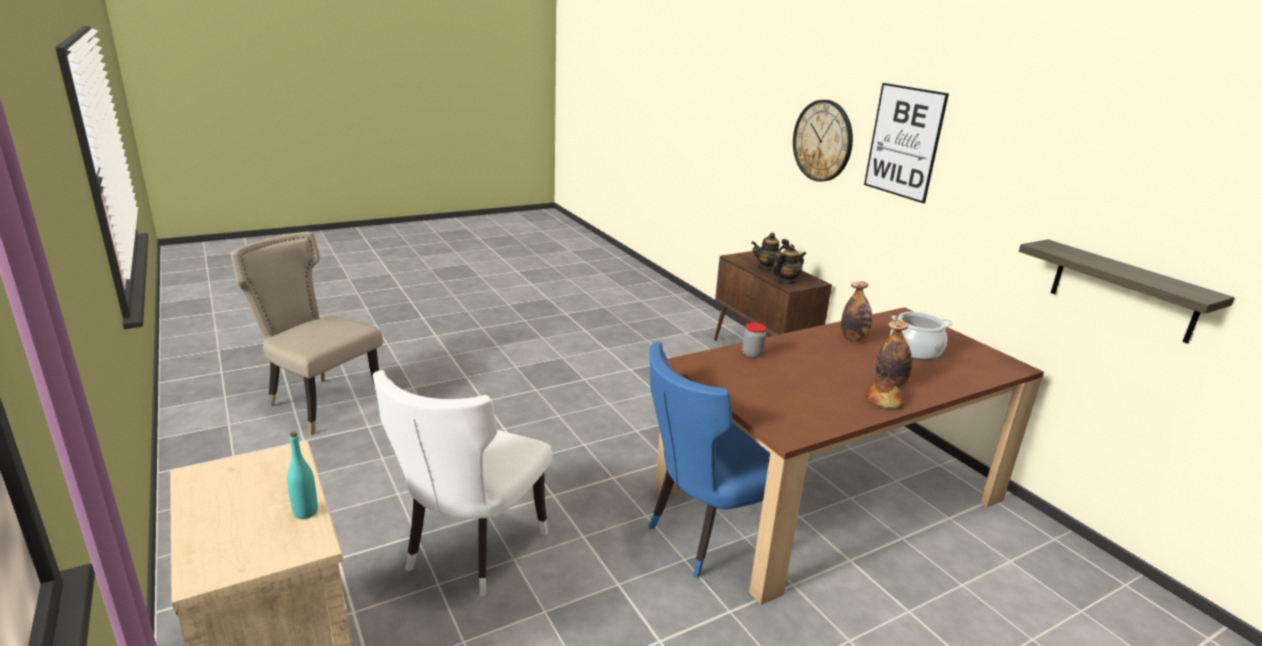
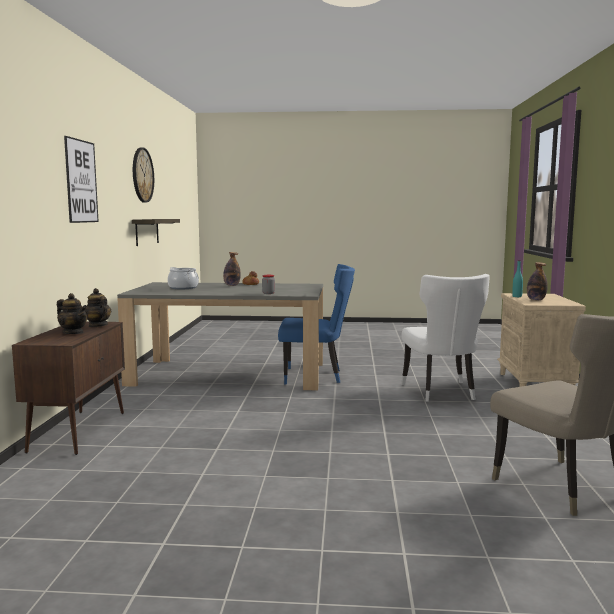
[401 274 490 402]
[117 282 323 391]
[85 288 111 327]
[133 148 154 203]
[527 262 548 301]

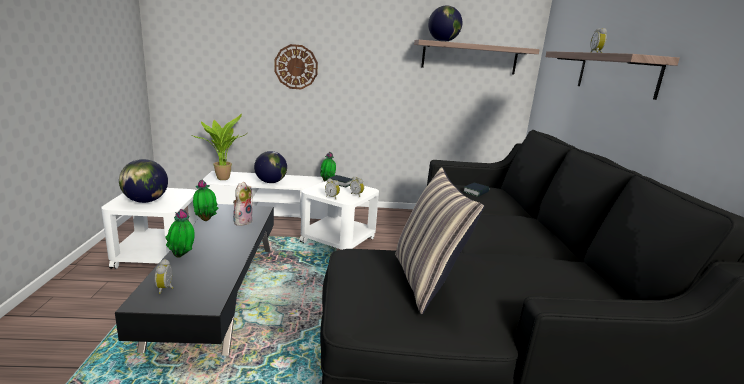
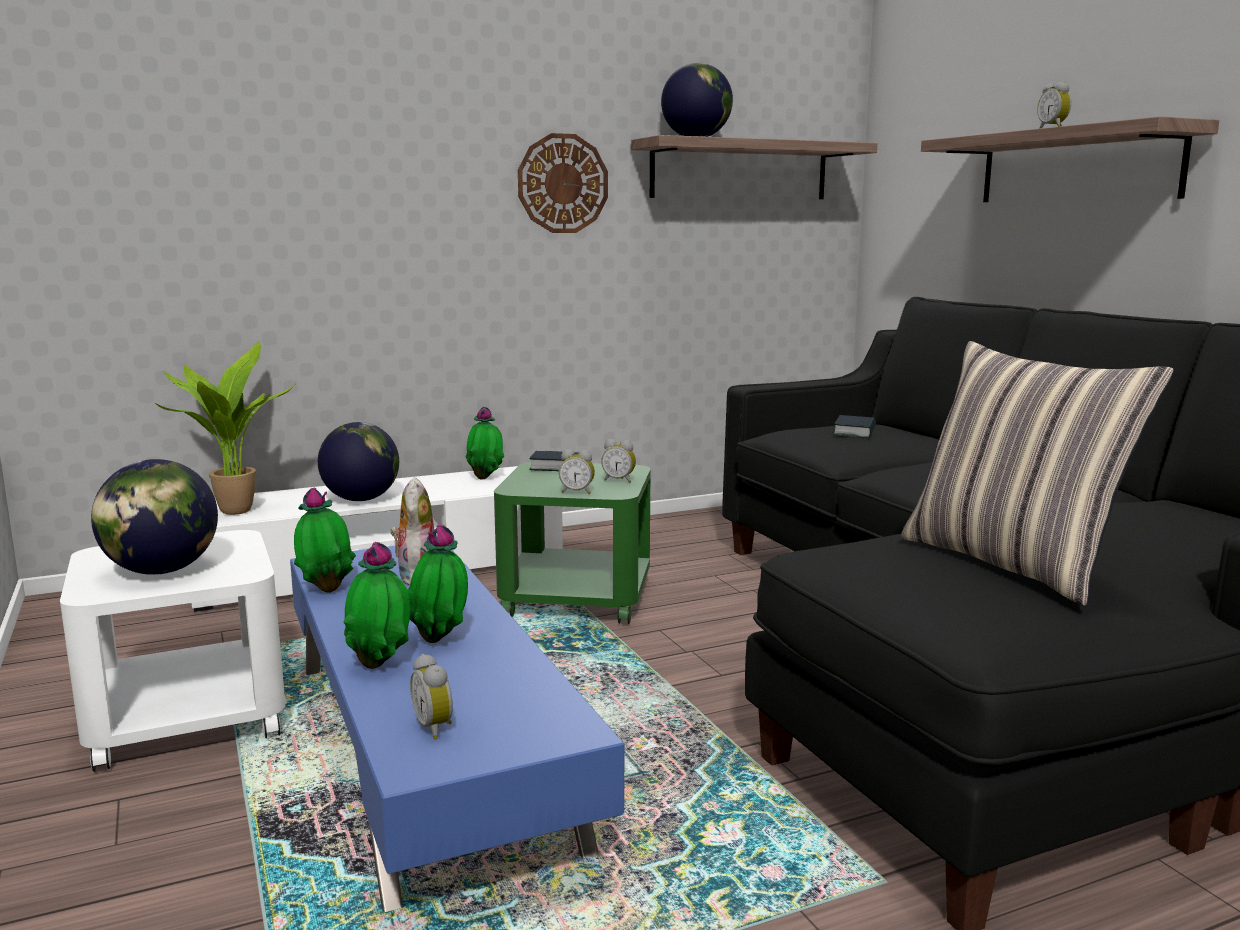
[290 546 624 912]
[518 133 608 233]
[494 462 651 624]
[407 524 468 643]

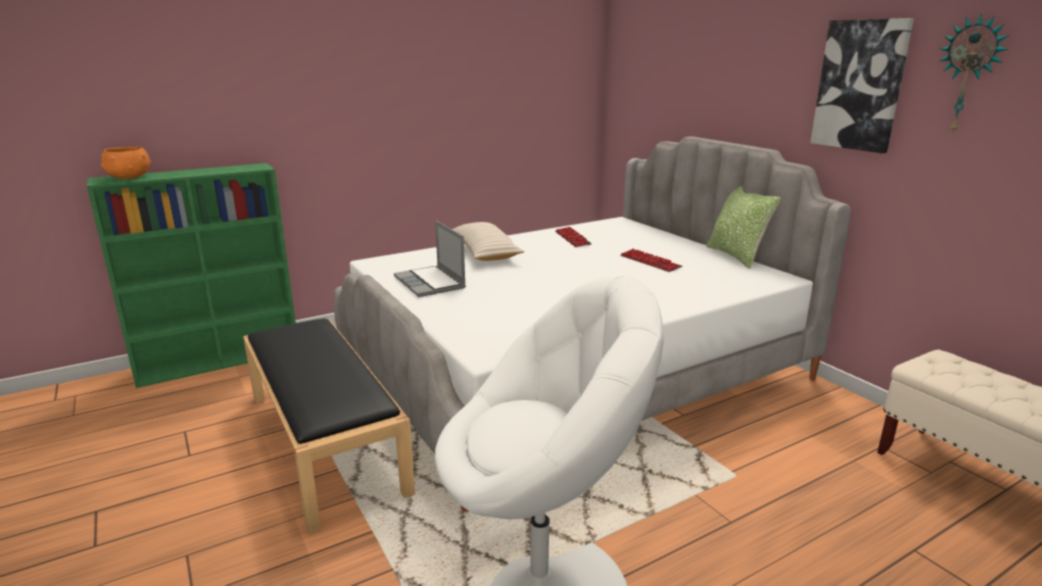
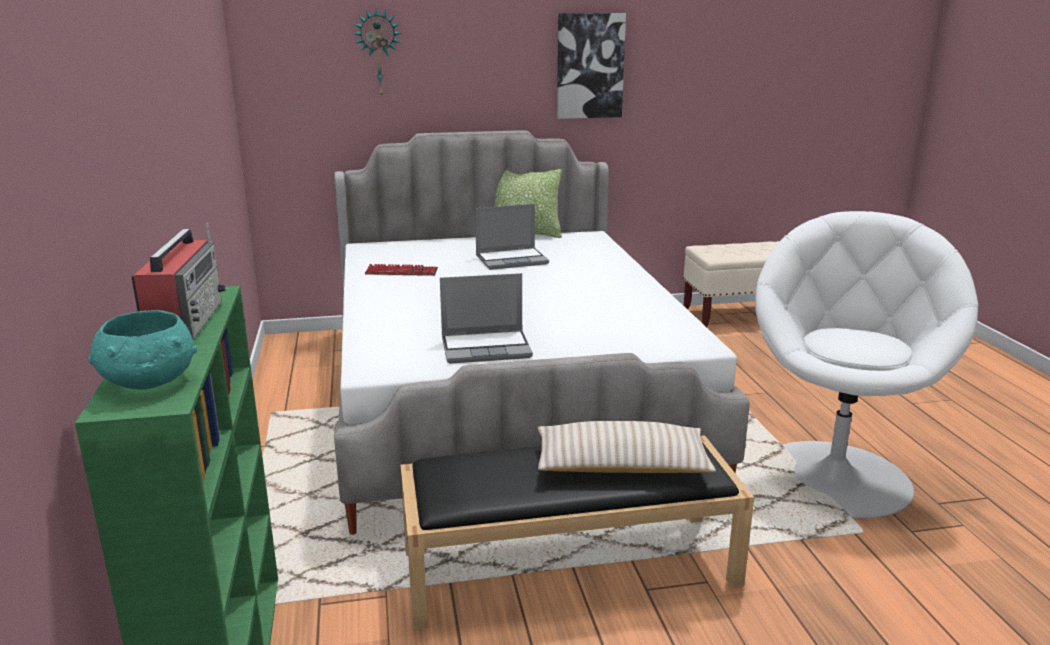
[89 310 197 389]
[538 421 716 473]
[475 204 549 270]
[354 8 402 98]
[131 222 226 340]

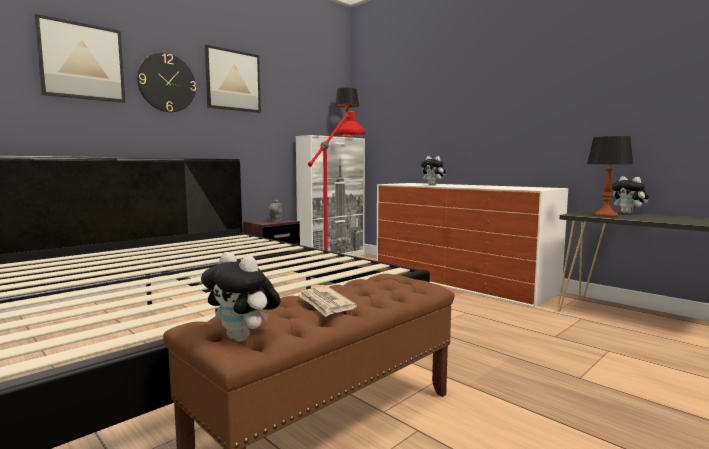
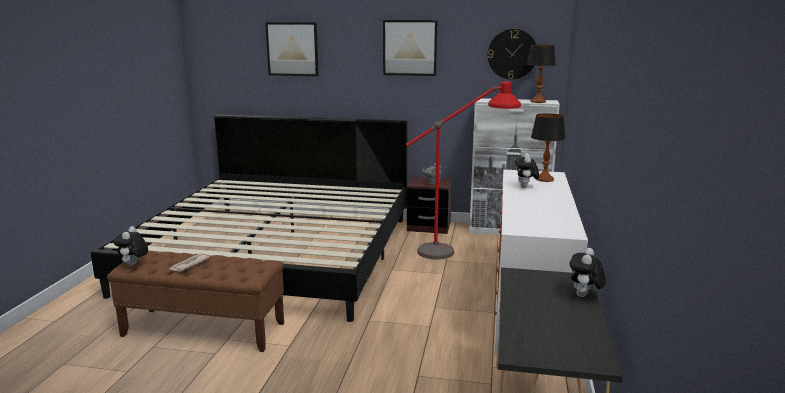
[488 29 536 79]
[531 113 566 182]

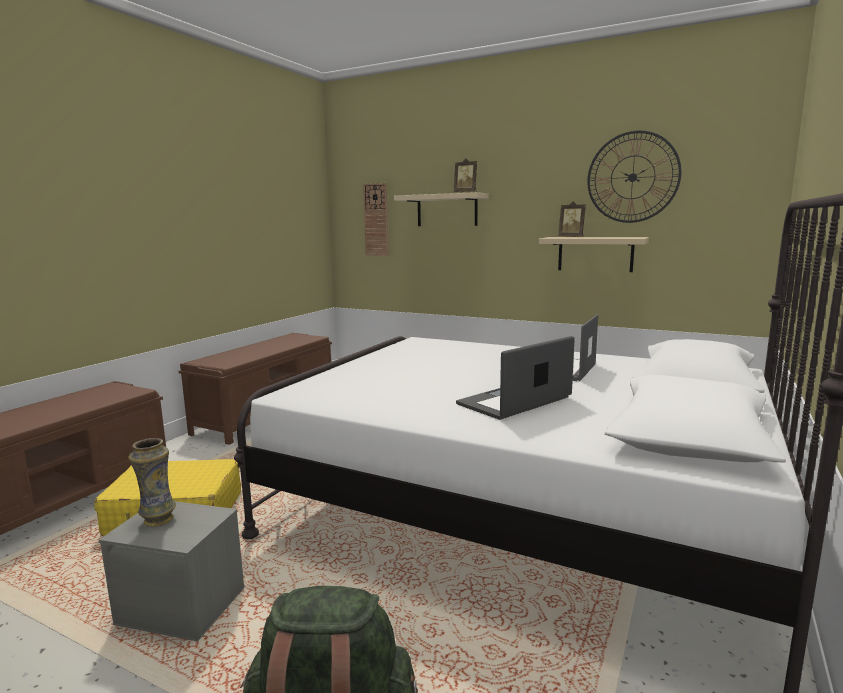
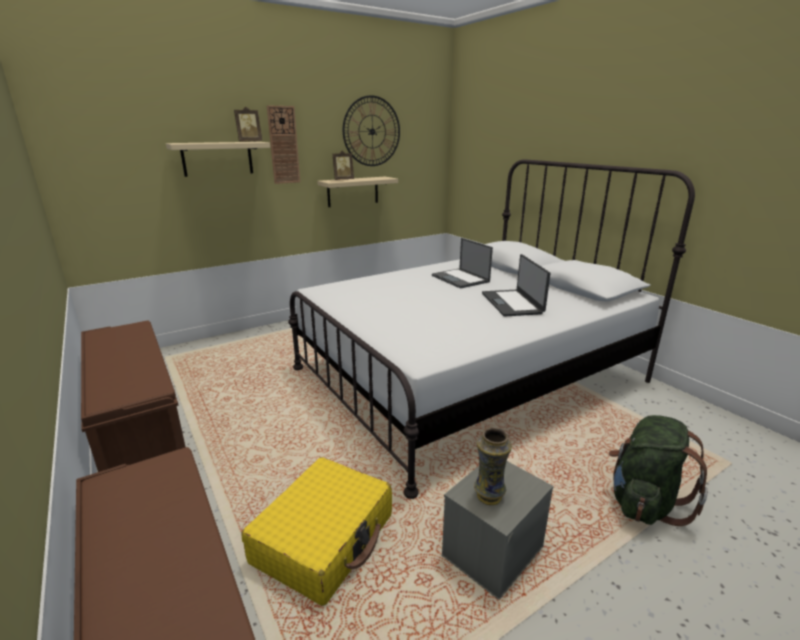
[267 105 300 184]

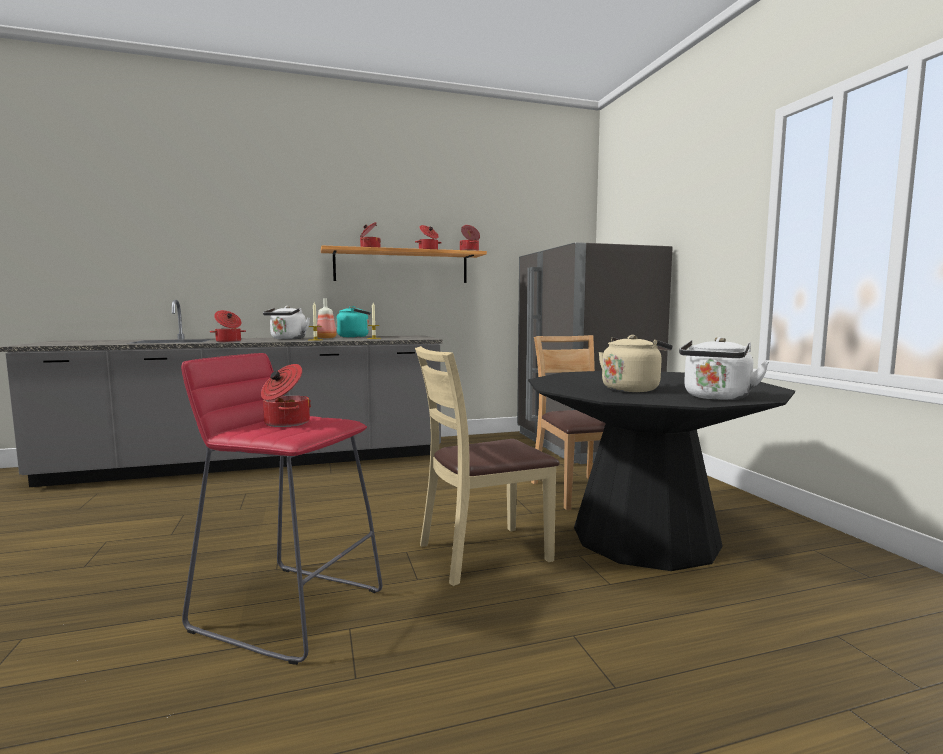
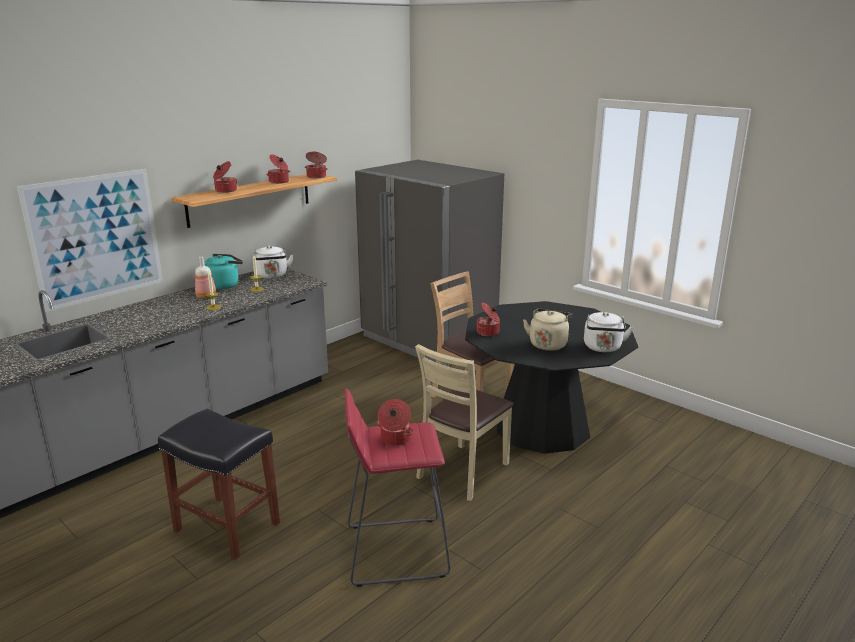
[476 303 500 336]
[255 246 293 279]
[17 169 163 312]
[158 409 280 560]

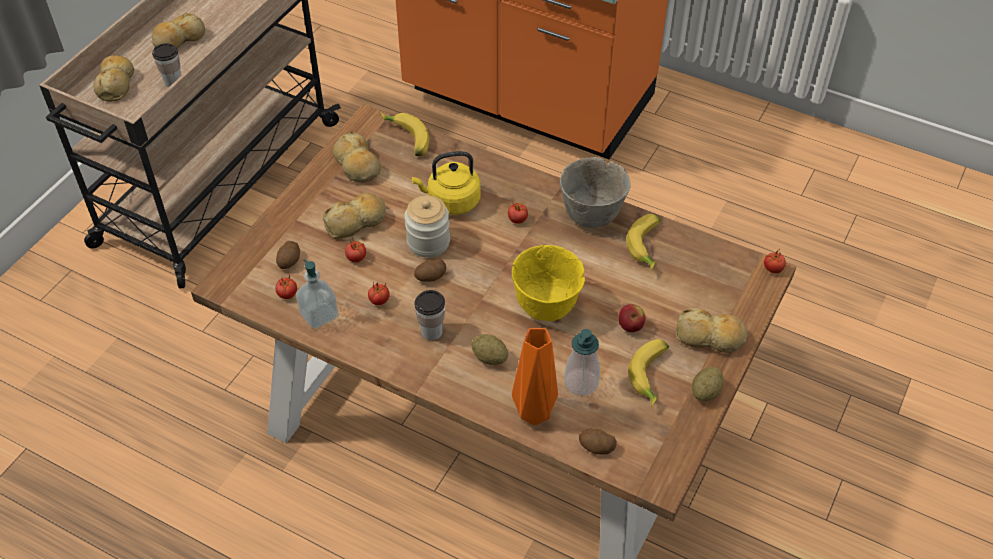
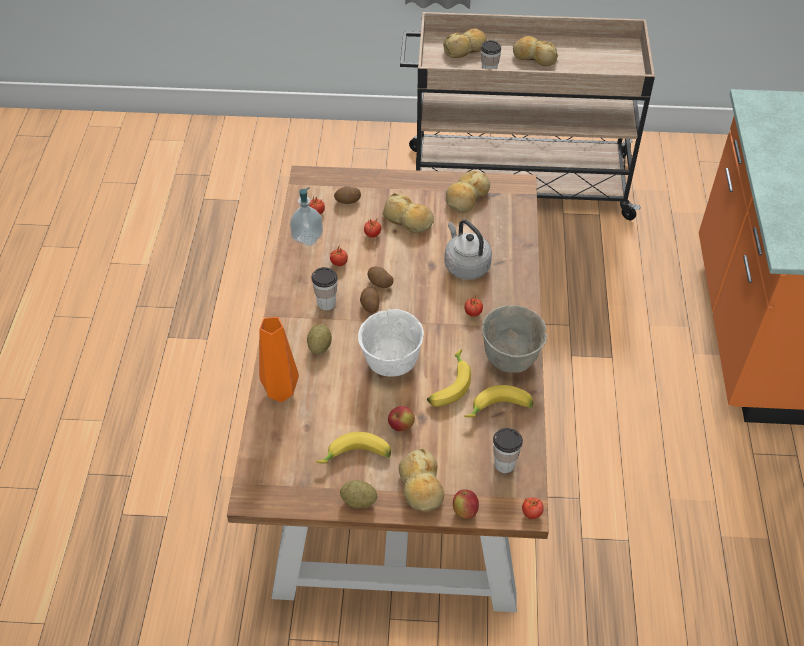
[427 349 471 407]
[405 196 450 257] (first image)
[445 220 492 280]
[358 309 424 377]
[564 329 600 396] (first image)
[360 287 380 313]
[453 489 479 519]
[493 428 523 473]

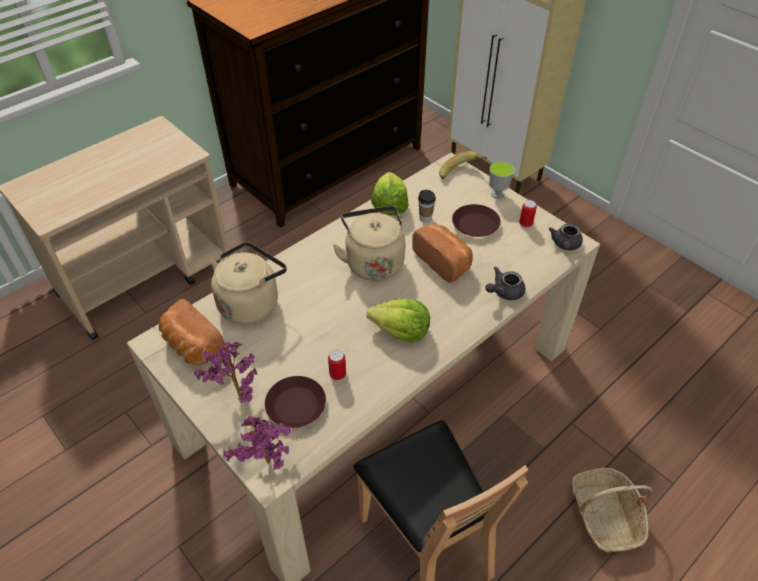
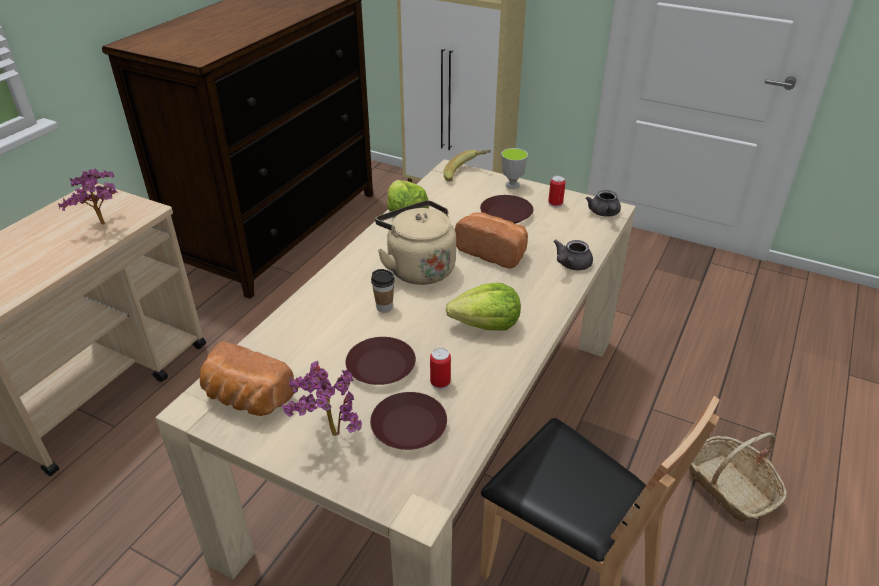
[210 242 287 325] (first image)
[58 169 118 225]
[371 269 395 313]
[346 337 416 385]

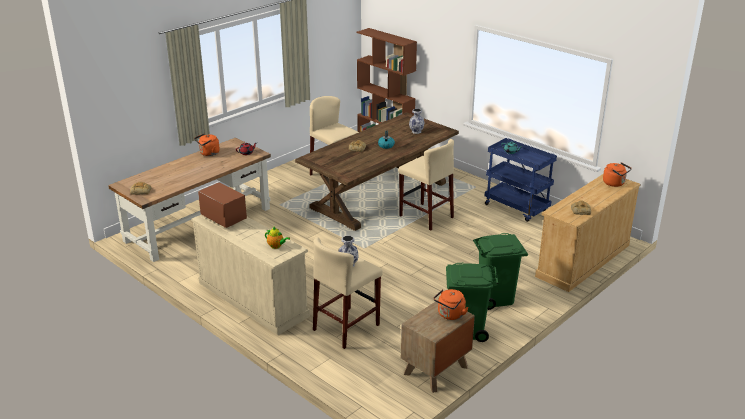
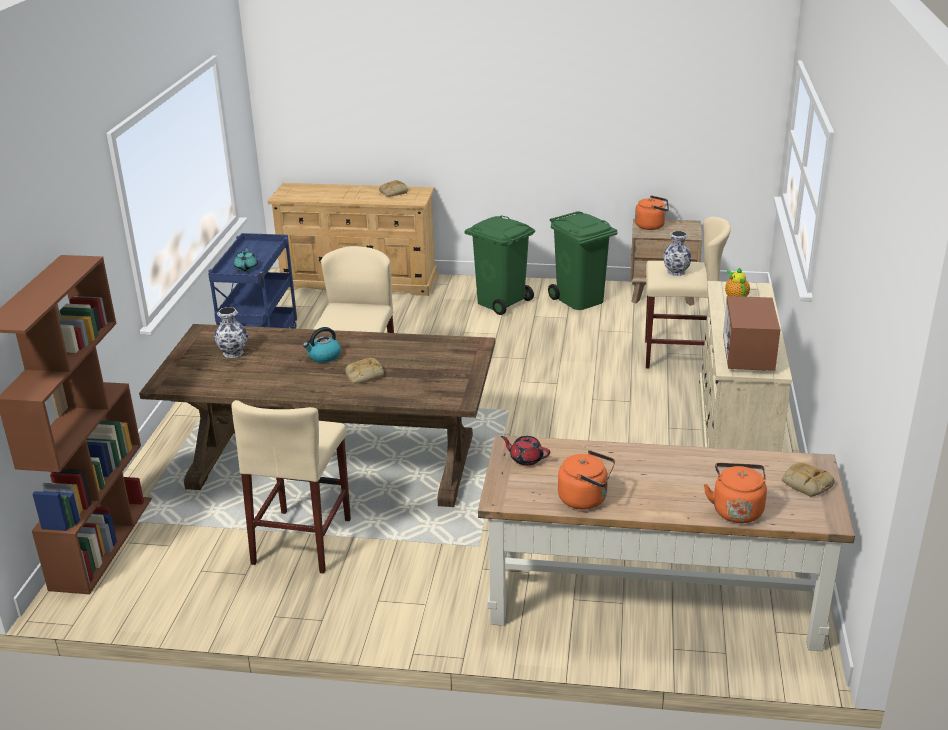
[704 463 767 523]

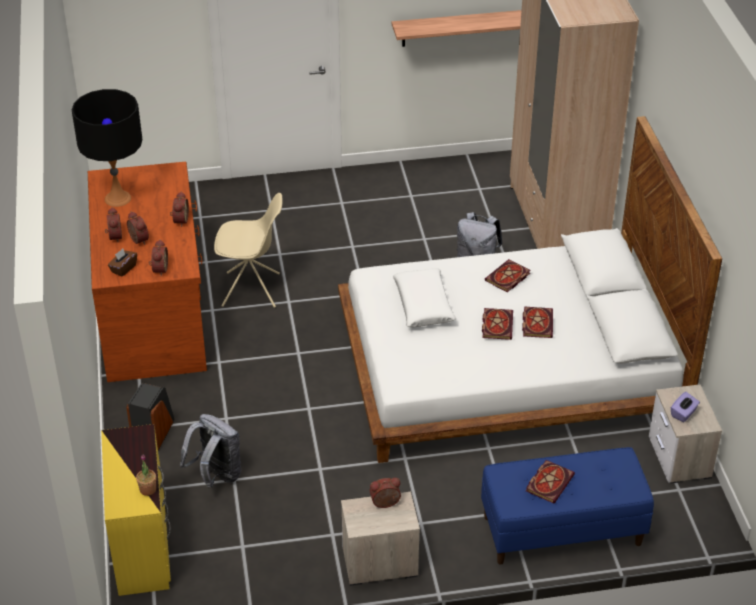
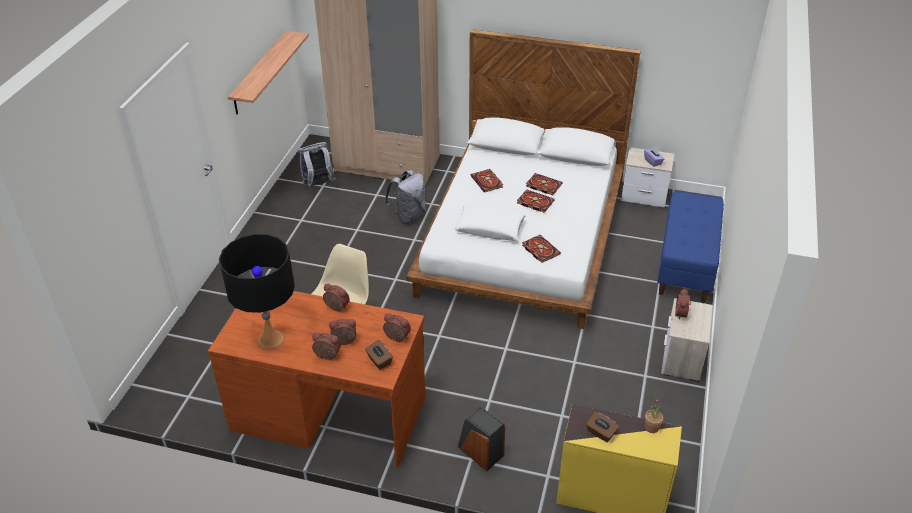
[298 142 336 188]
[522 235 561 263]
[586 412 619 442]

